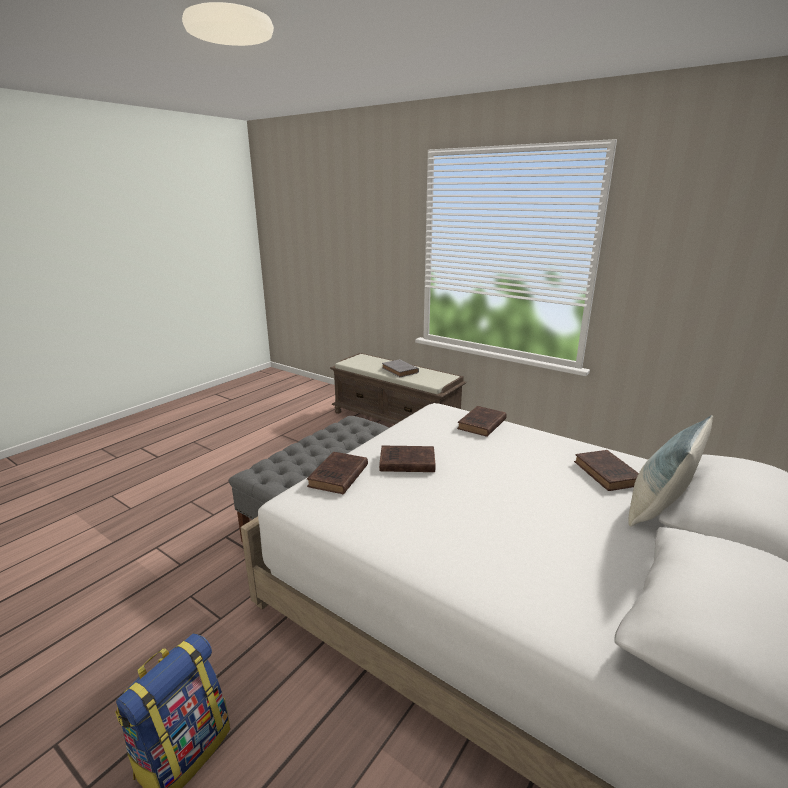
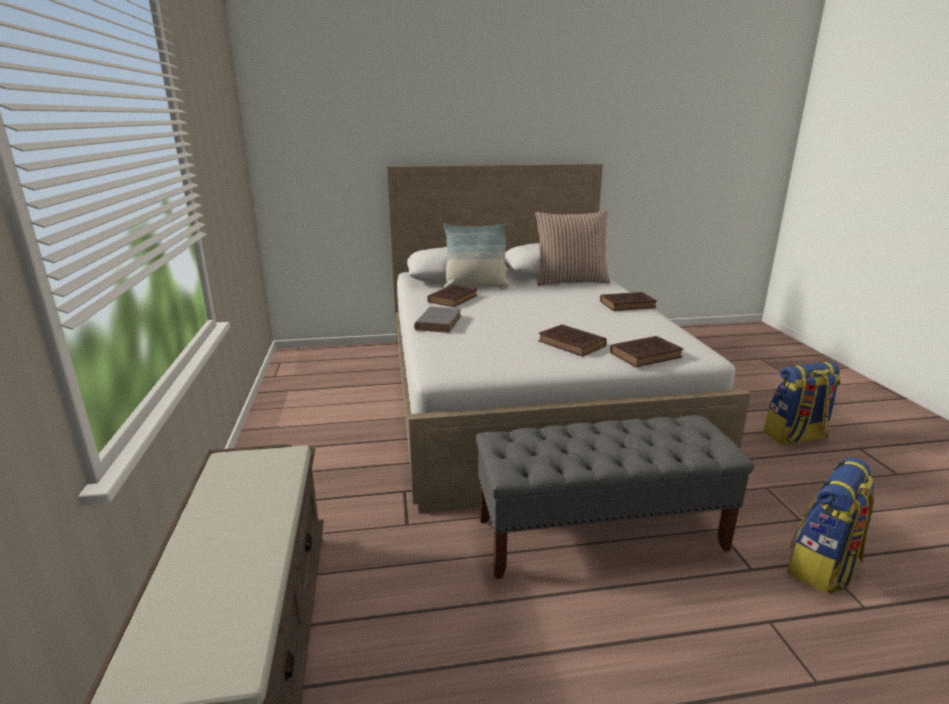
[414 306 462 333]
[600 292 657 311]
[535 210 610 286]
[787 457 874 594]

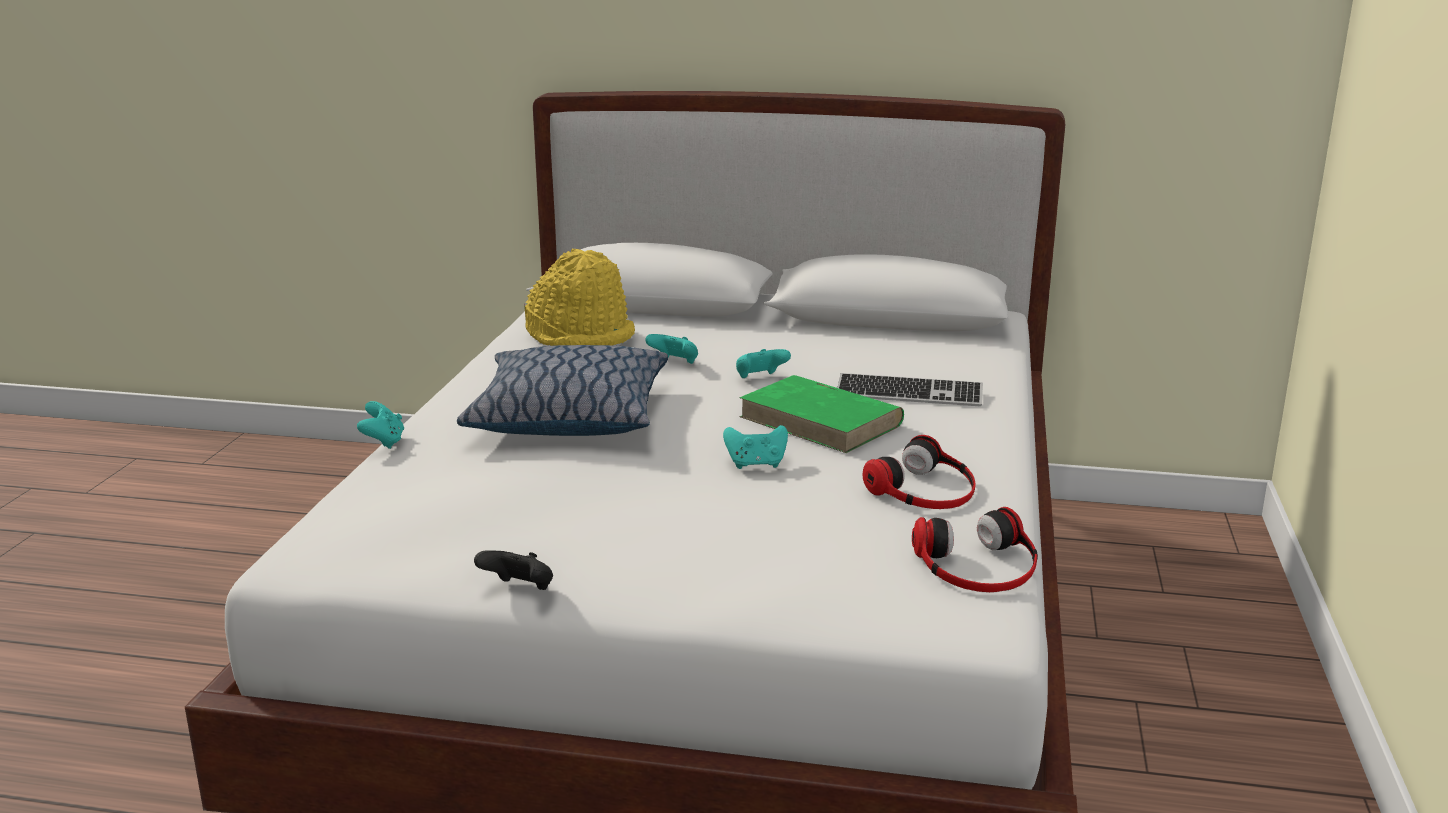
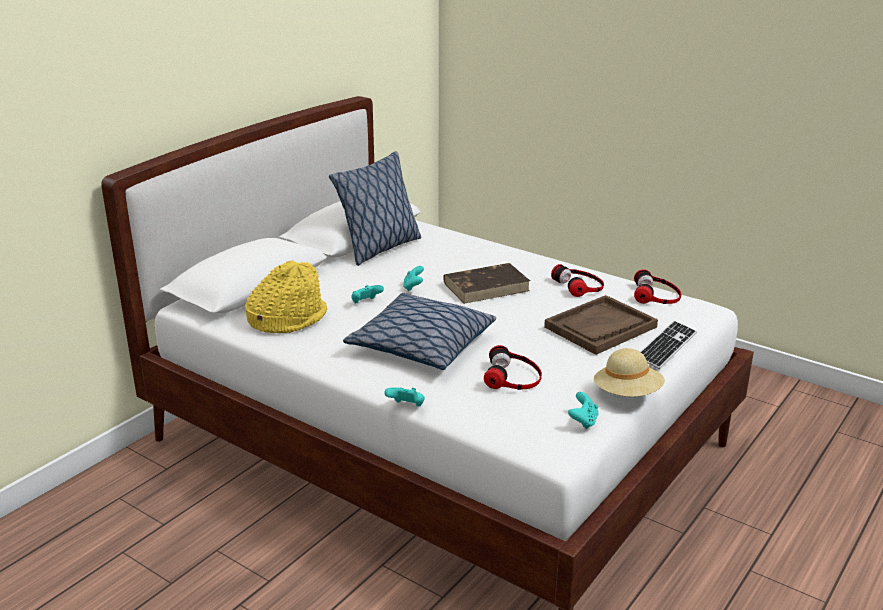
[594 348 665 397]
[568 392 598 429]
[443 263 530 304]
[640 321 697 369]
[329 151 421 266]
[484 345 542 390]
[544 295 658 355]

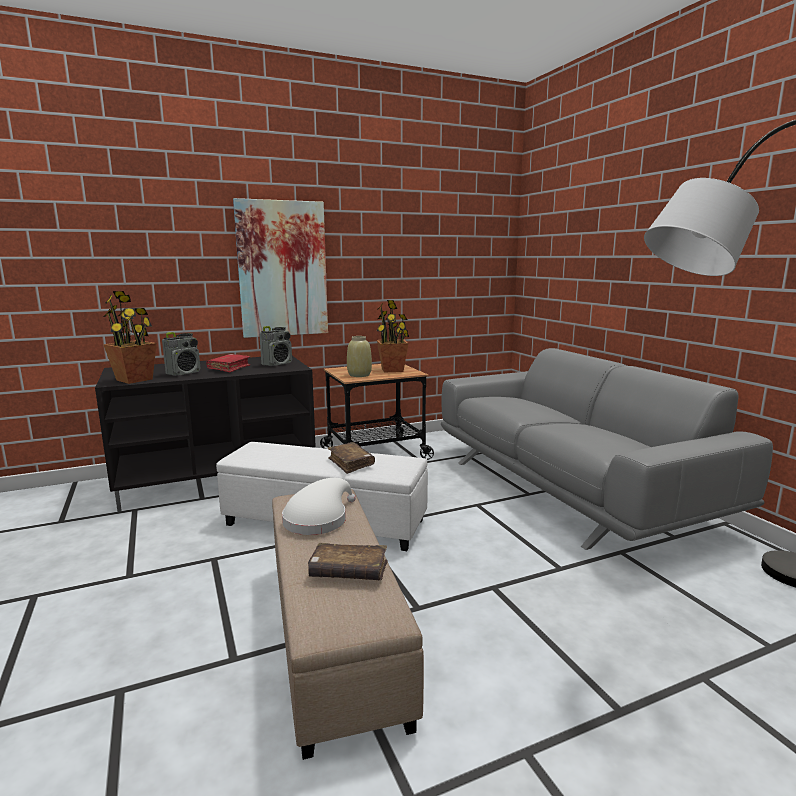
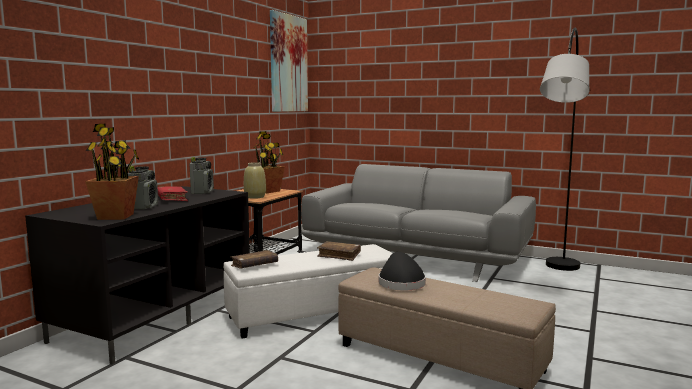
[270 10 308 112]
[379 252 426 290]
[230 250 278 269]

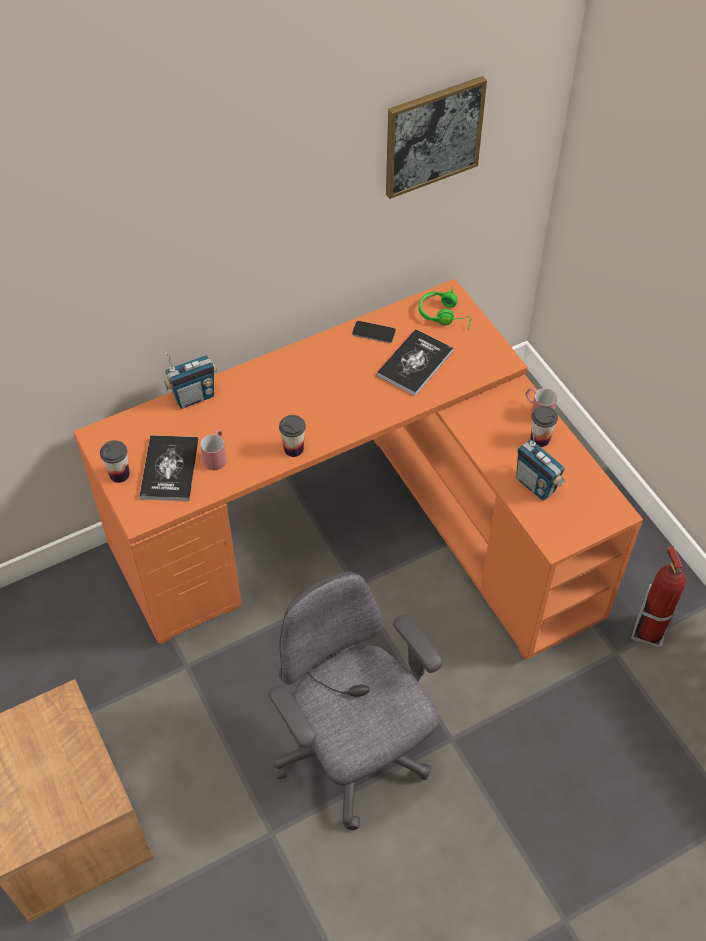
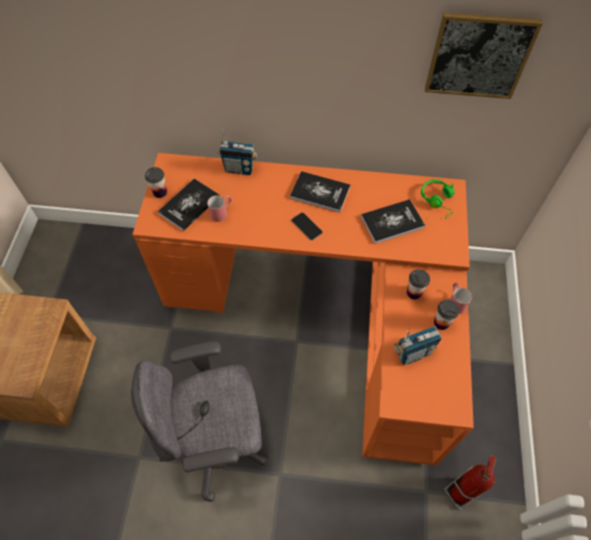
[131 341 269 501]
[407 269 430 300]
[292 213 323 240]
[393 326 442 365]
[290 171 350 213]

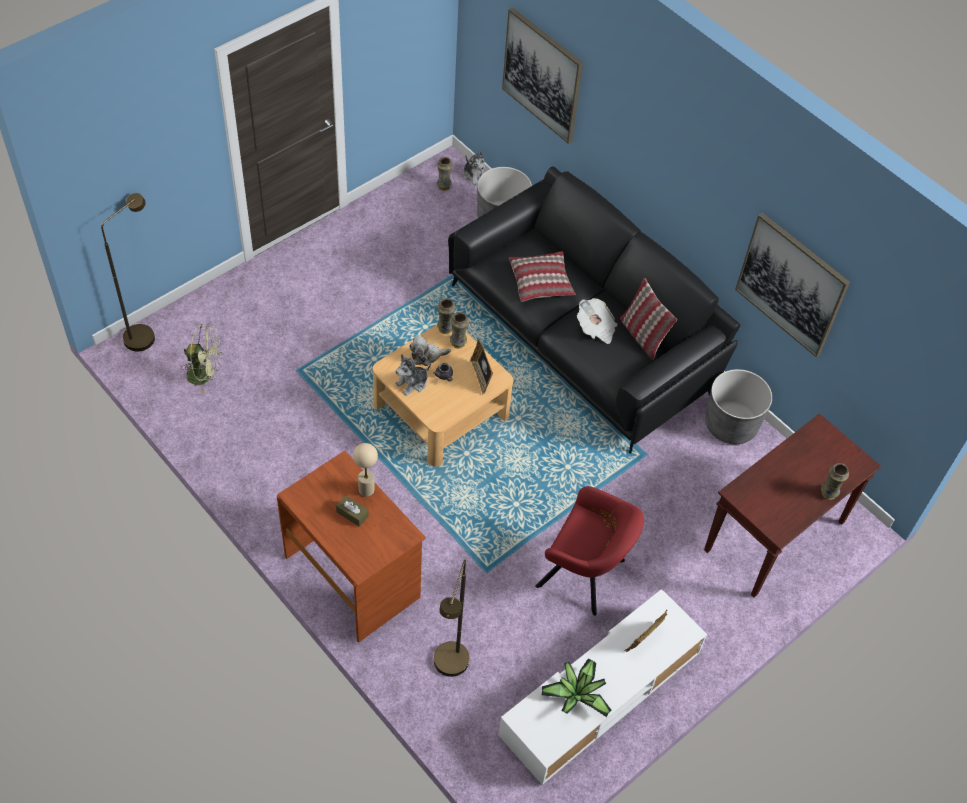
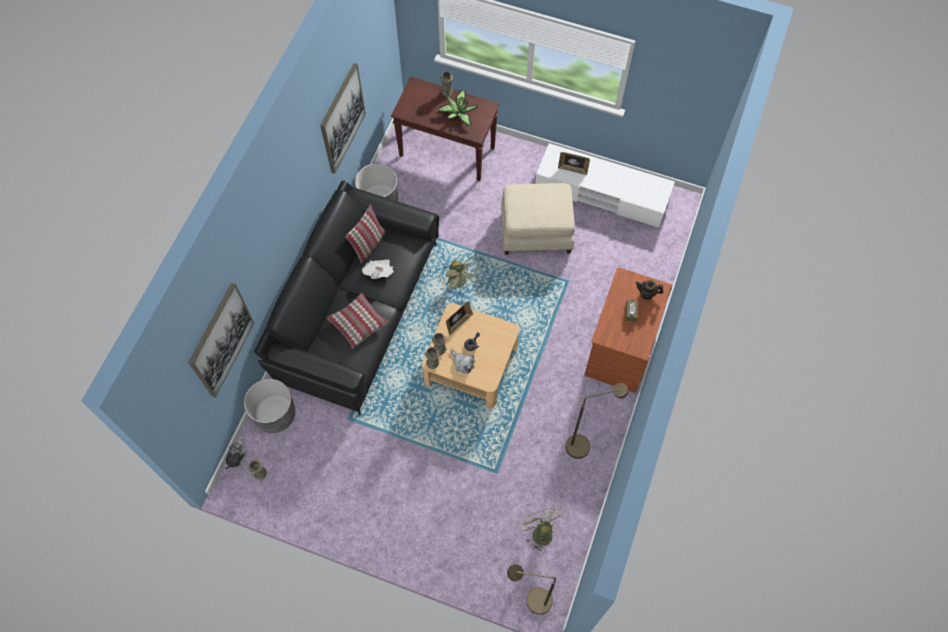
[353 443 378 497] (first image)
[395 354 431 396] (first image)
[566 383 628 459]
[501 183 575 255]
[438 90 478 127]
[440 257 479 289]
[636 279 664 300]

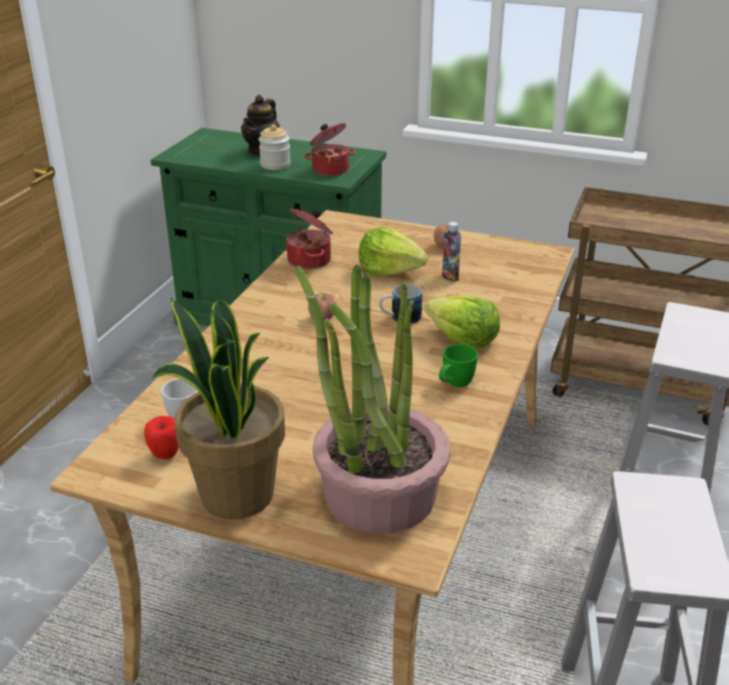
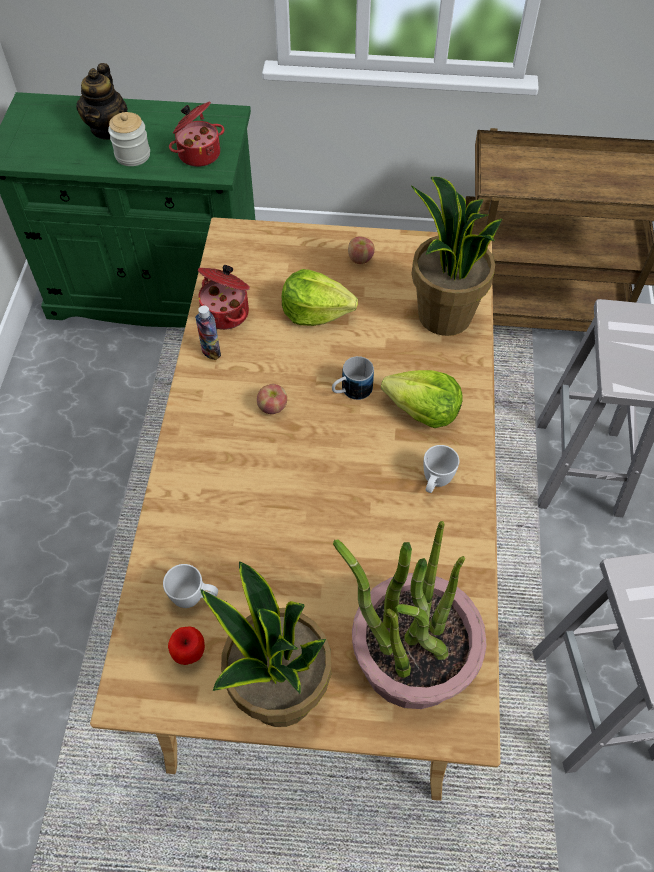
[424 445 459 493]
[195 305 221 360]
[411 177 502 336]

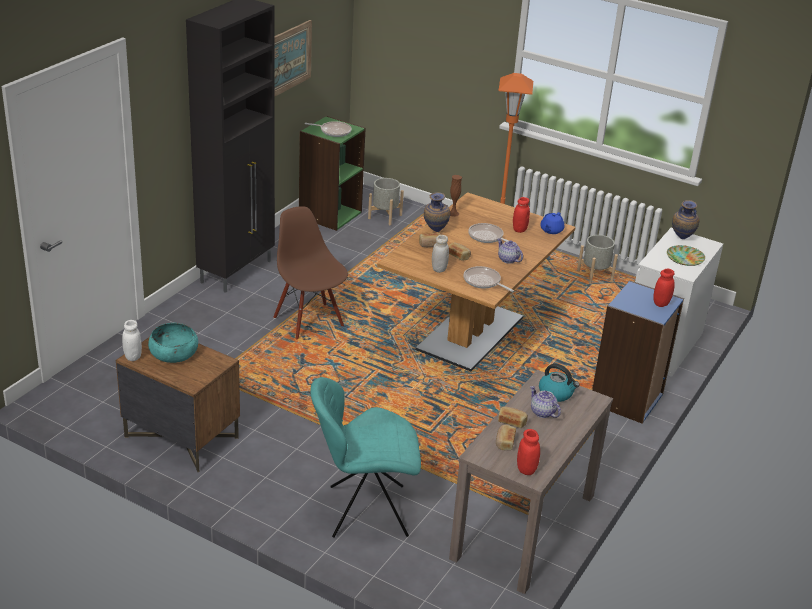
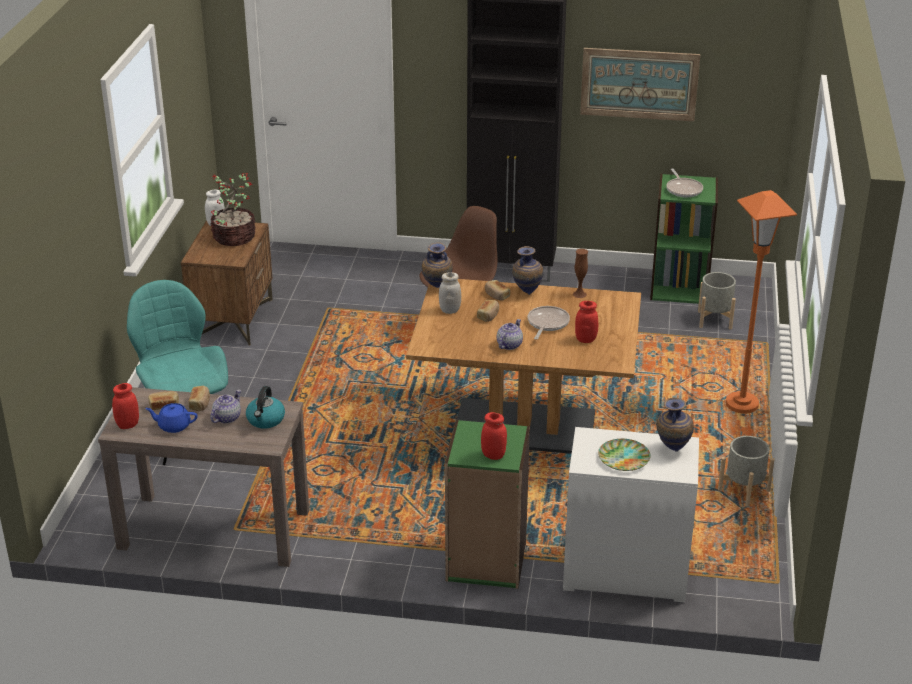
[210 173 255 246]
[464 266 514 292] (first image)
[145 403 198 433]
[445 420 530 589]
[422 242 453 288]

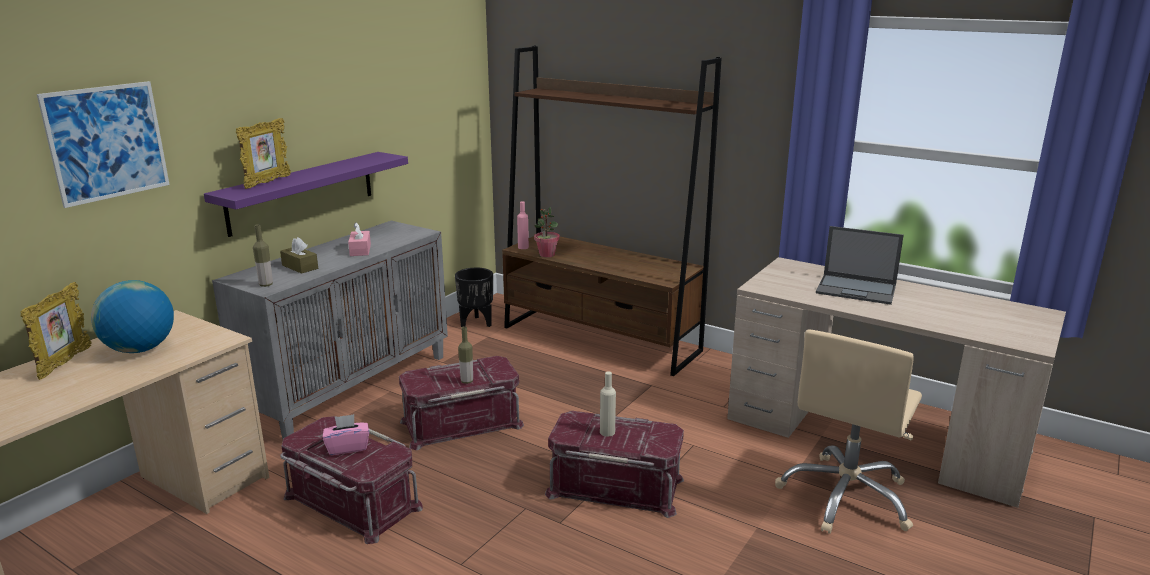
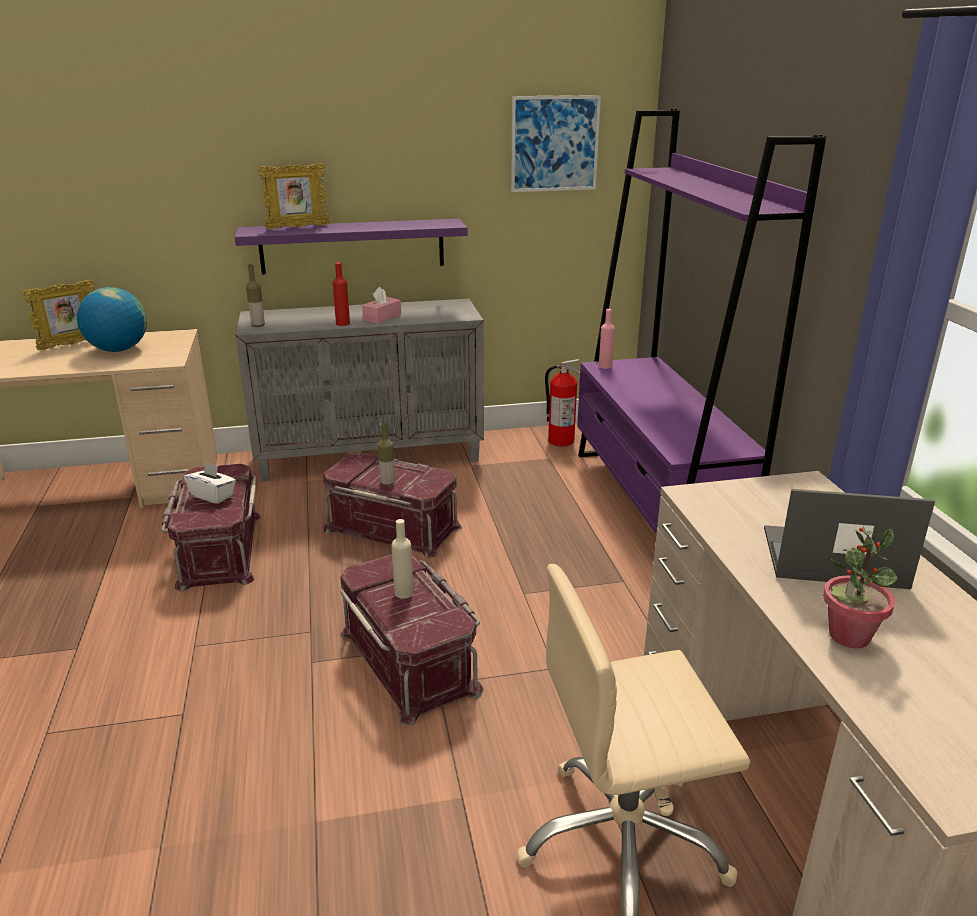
[511 95 601 192]
[280 237 318 274] (first image)
[184 462 236 504]
[545 359 580 446]
[577 109 826 534]
[823 526 898 648]
[764 489 935 589]
[333 262 350 326]

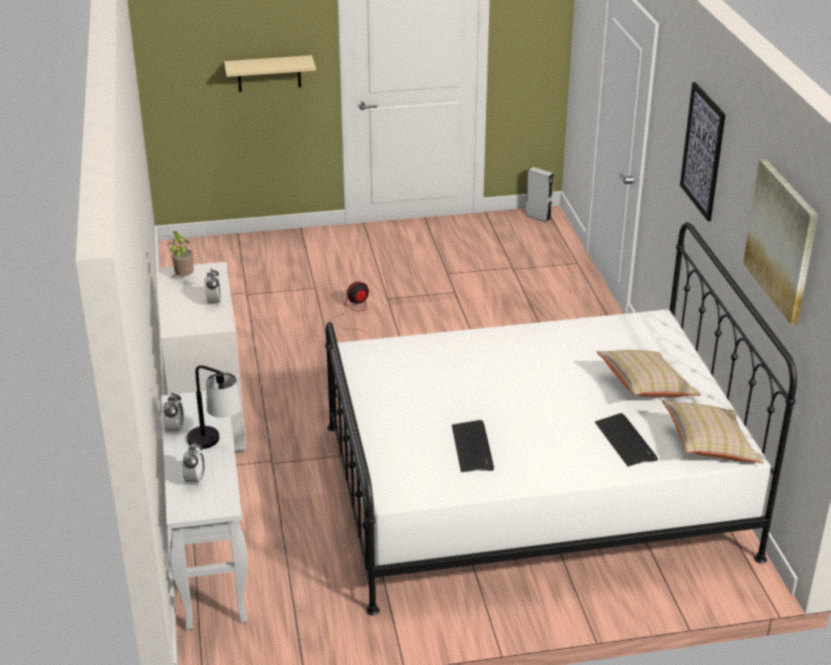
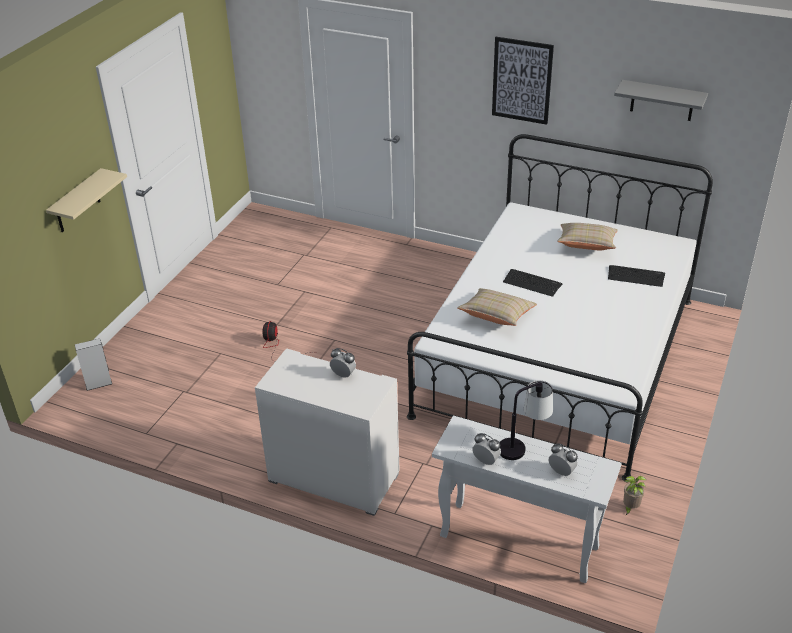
[623 476 646 515]
[503 269 562 297]
[75 338 112 391]
[457 288 537 326]
[614 80 708 121]

